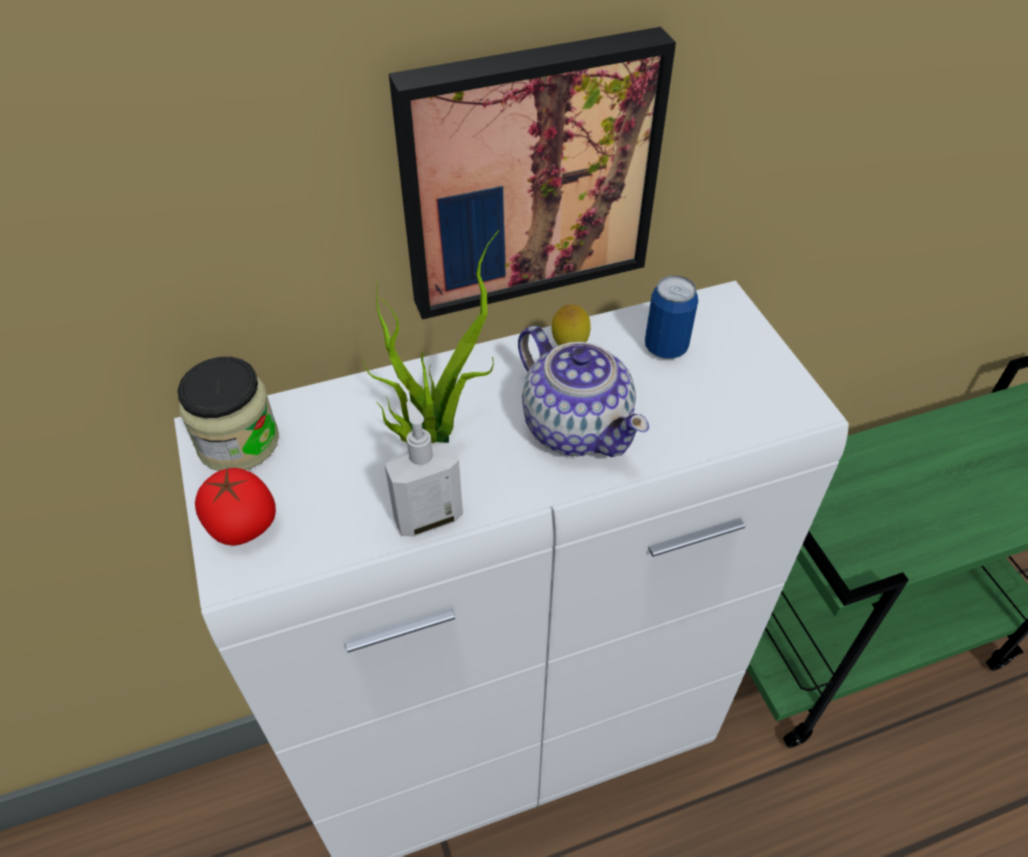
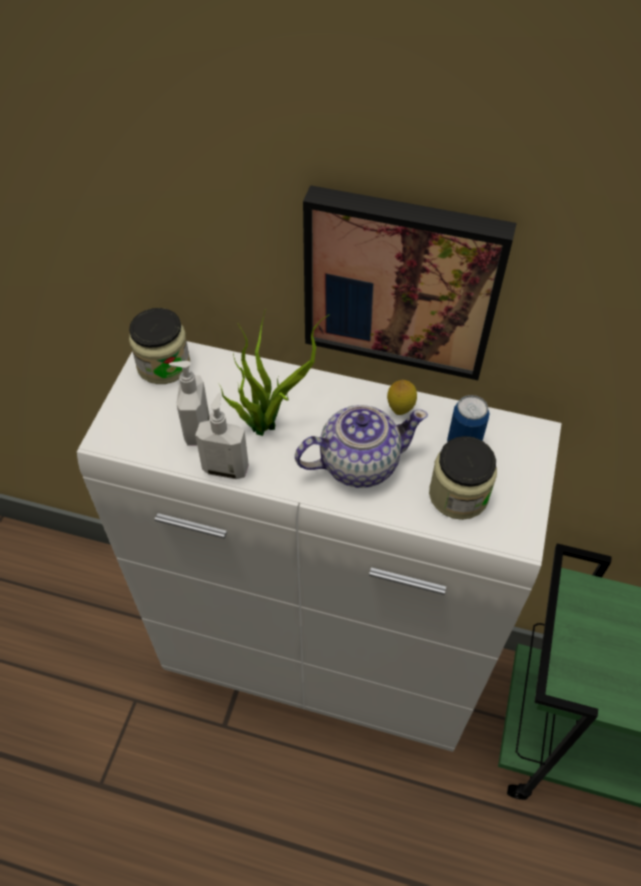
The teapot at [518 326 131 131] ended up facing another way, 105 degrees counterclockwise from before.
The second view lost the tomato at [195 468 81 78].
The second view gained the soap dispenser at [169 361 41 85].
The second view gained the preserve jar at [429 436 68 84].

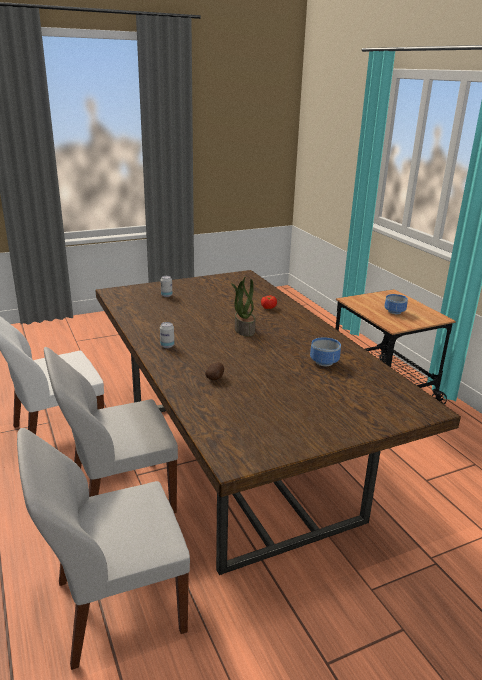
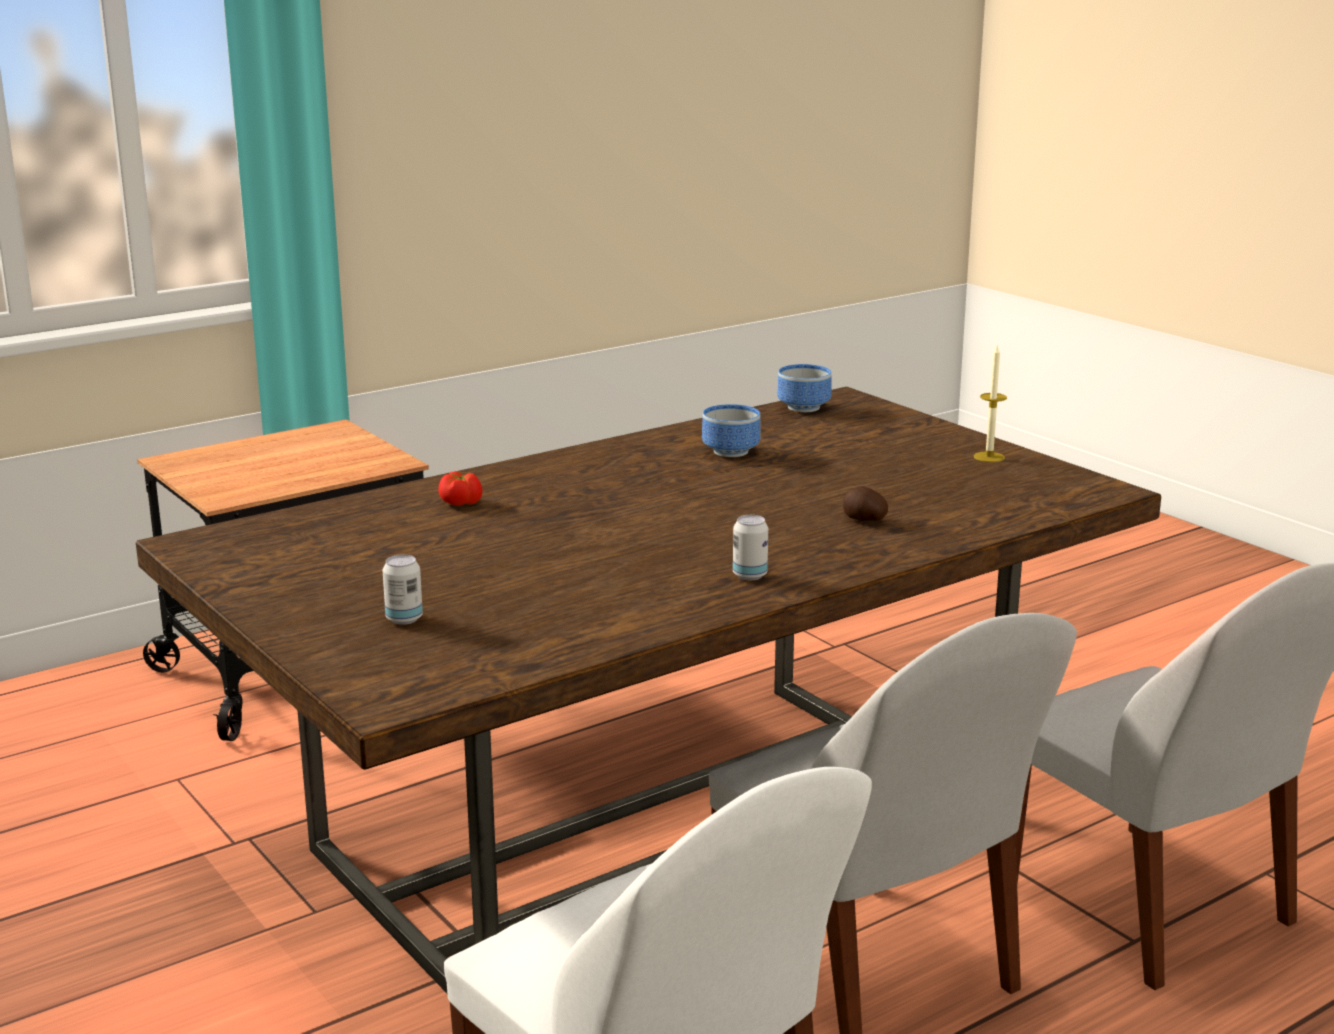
The second view lost the houseplant at [231 277 24 60].
The serving bowl ended up elsewhere, having gone from [384 294 24 20] to [777 364 55 48].
The second view gained the wax light at [974 344 33 118].

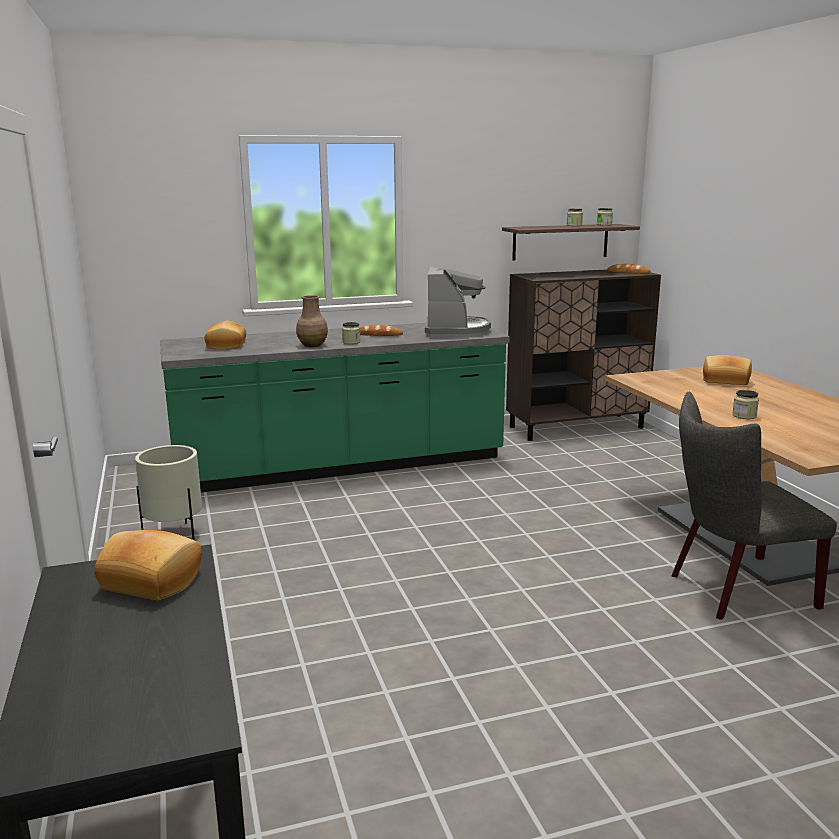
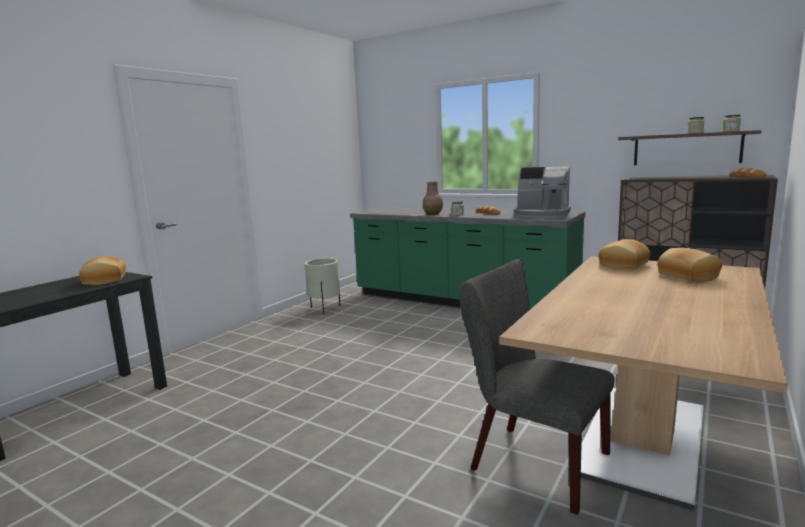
The coffee brewer at [425 267 66 70] ended up facing another way, 60 degrees clockwise from before.
The bread ended up elsewhere, having gone from [204 321 42 29] to [599 239 51 30].
The second view lost the preserve jar at [732 390 27 29].

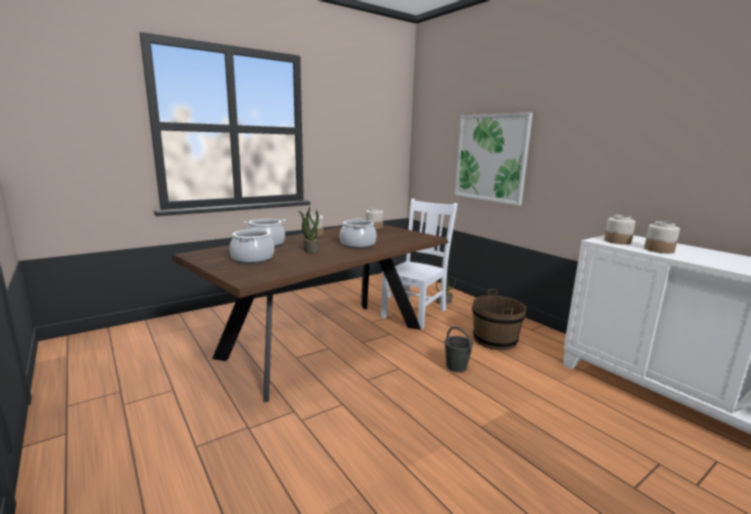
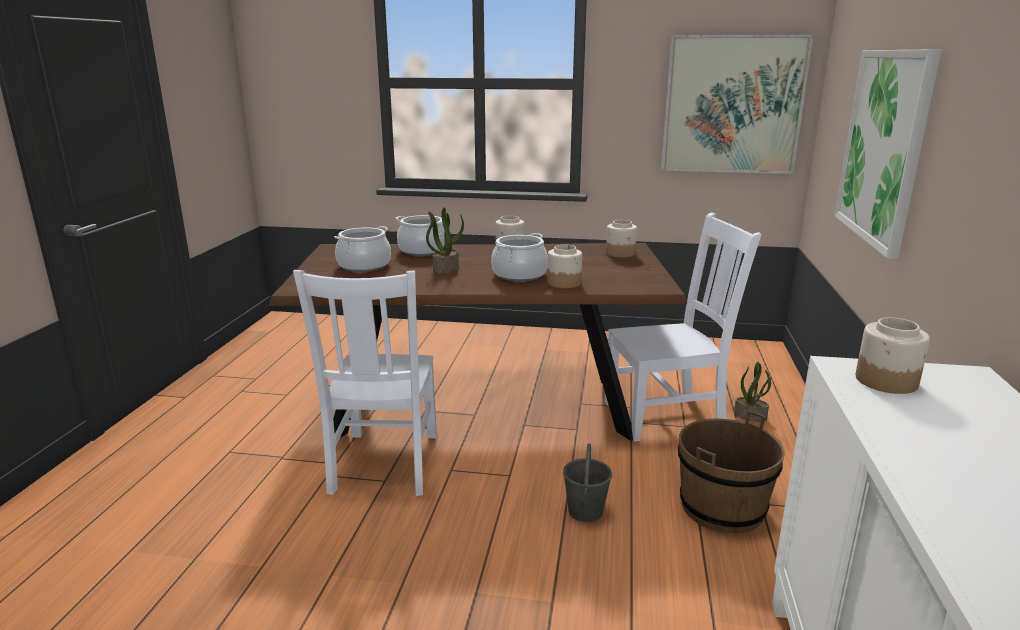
The preserve jar ended up elsewhere, having gone from [644 221 36 32] to [547 245 35 43].
The second view gained the picture at [661 35 153 139].
The second view gained the white-coloured chair at [293 270 144 226].

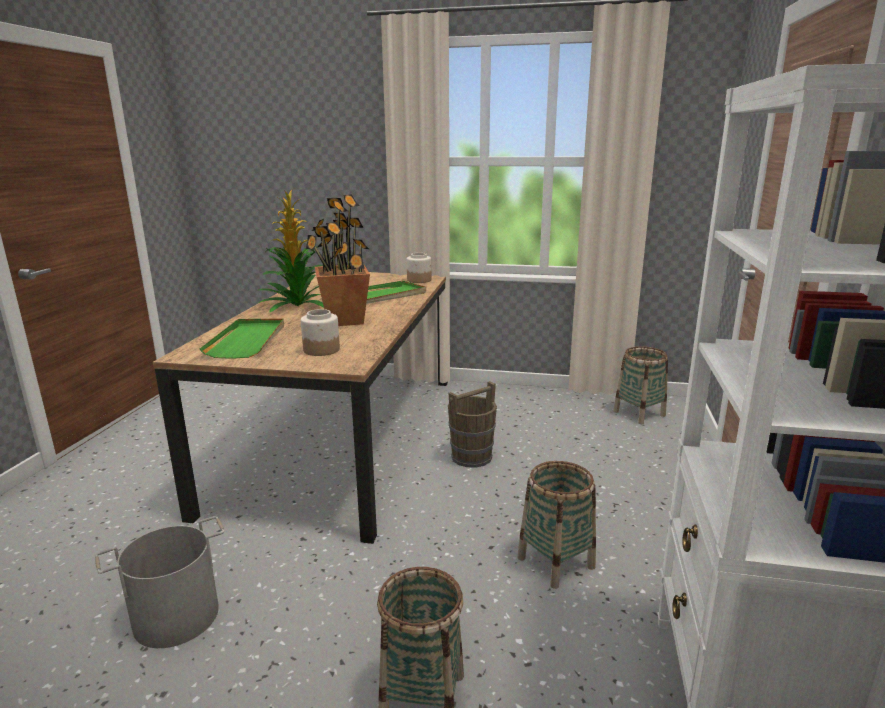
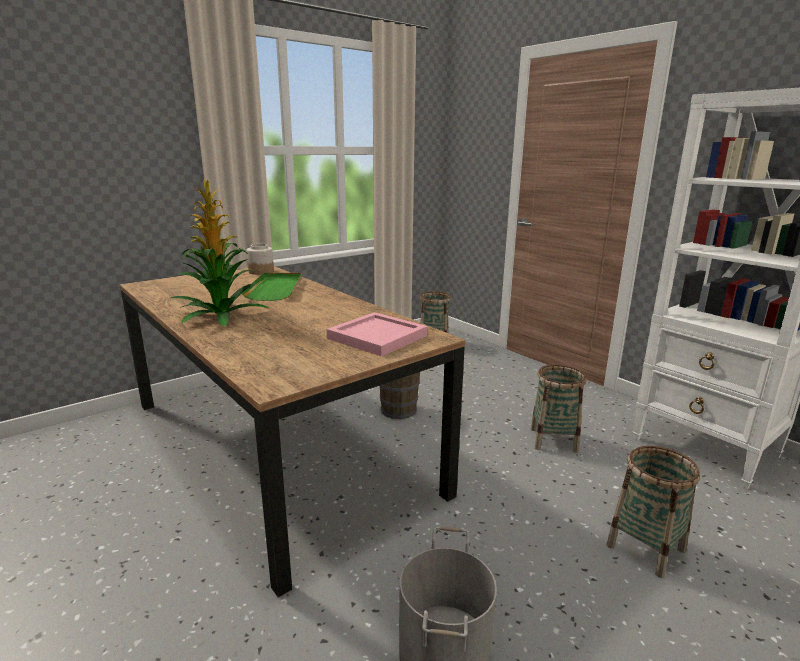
The second view lost the houseplant at [306 194 64 132].
Where the preserve jar stood at [301 309 39 47], the pinkish tray came to stand at [327 312 101 45].
The second view lost the greenish tray at [199 319 85 40].

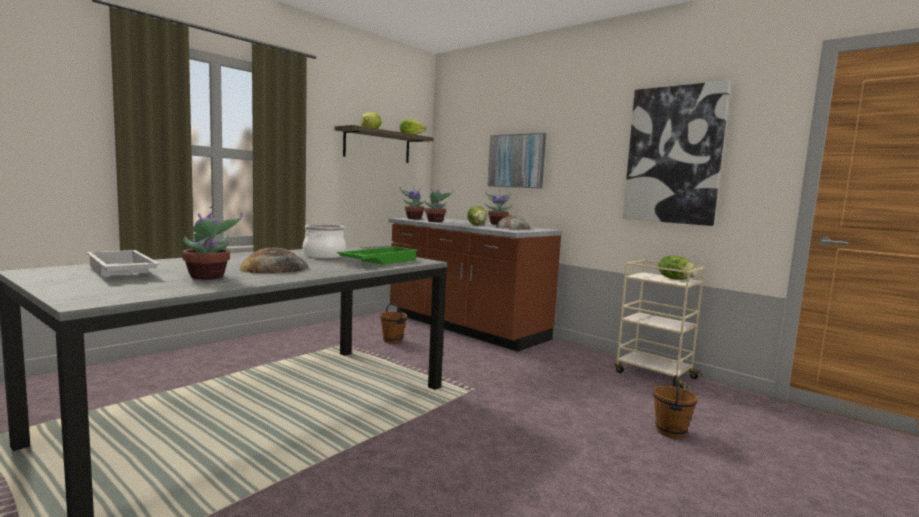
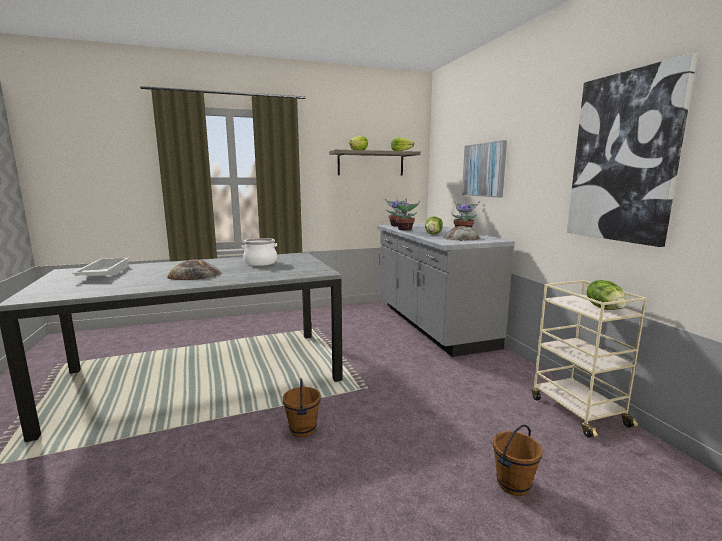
The second view lost the houseplant at [182 206 61 74].
What was the brown counter at [389 218 173 134] turned into the gray counter at [377 223 138 134].
The second view lost the greenish tray at [337 246 81 19].
The brown bucket ended up elsewhere, having gone from [380 303 27 41] to [283 378 38 59].

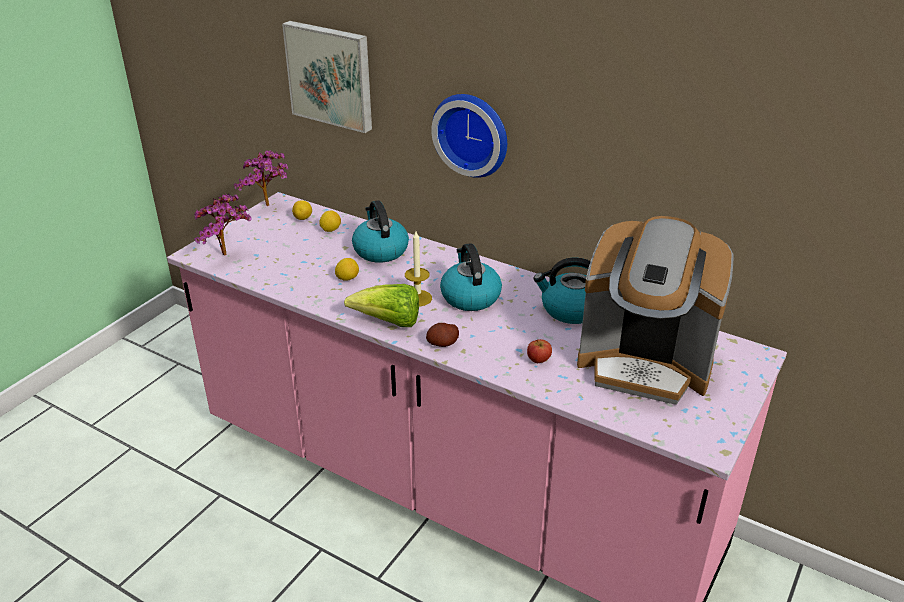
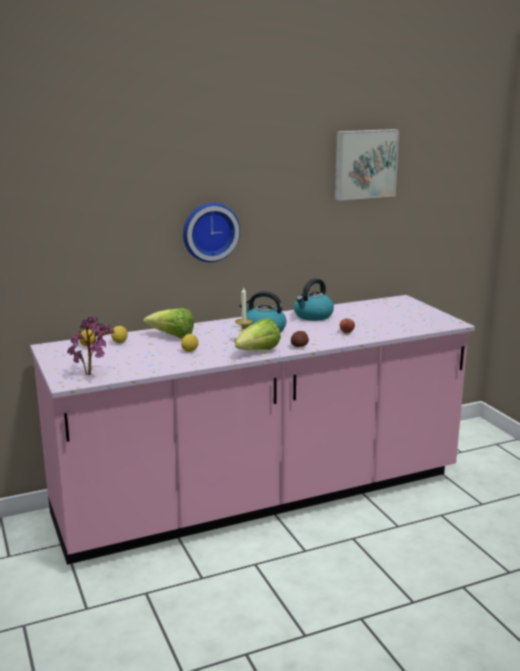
The picture ended up elsewhere, having gone from [282 21 90 112] to [335 129 64 71].
The second view lost the houseplant at [234 150 55 56].
Where the tea kettle stood at [352 200 57 63], the lettuce came to stand at [144 308 50 30].
The second view lost the coffee brewer at [577 216 157 189].

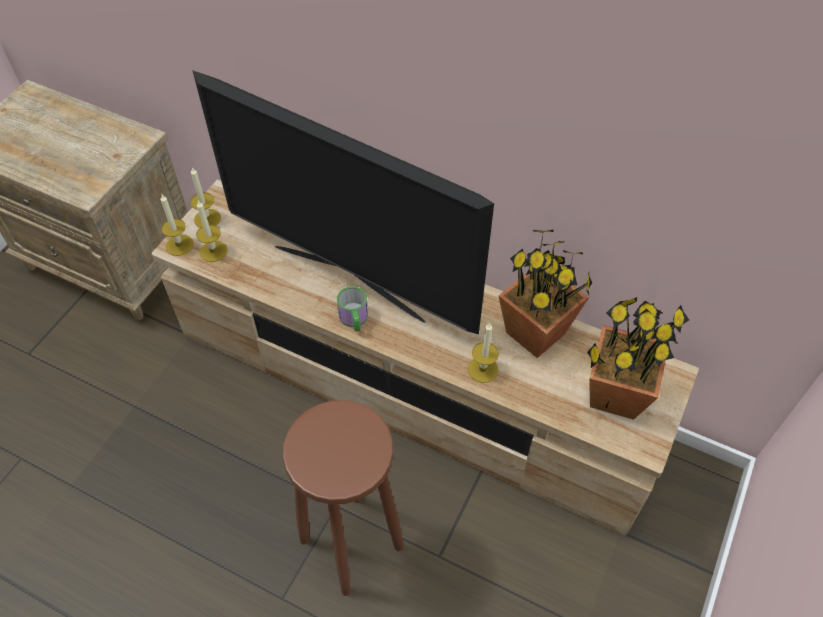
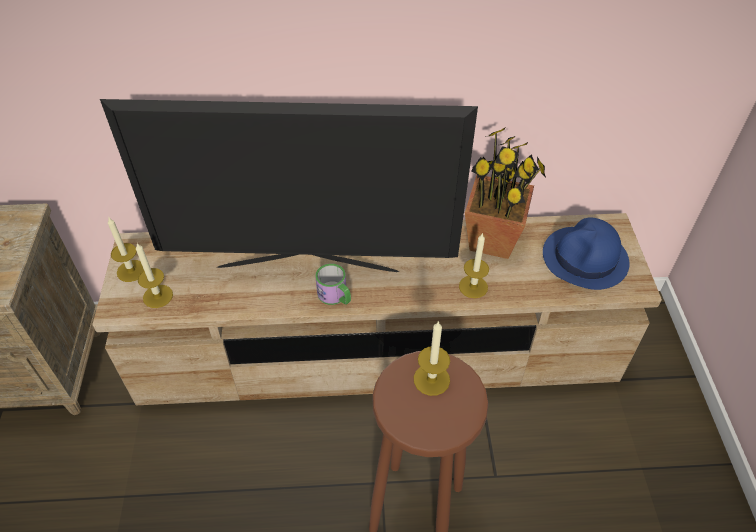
The wax light ended up elsewhere, having gone from [160 194 34 62] to [414 321 36 75].
Where the houseplant stood at [587 297 102 123], the bluish hat came to stand at [543 217 86 73].

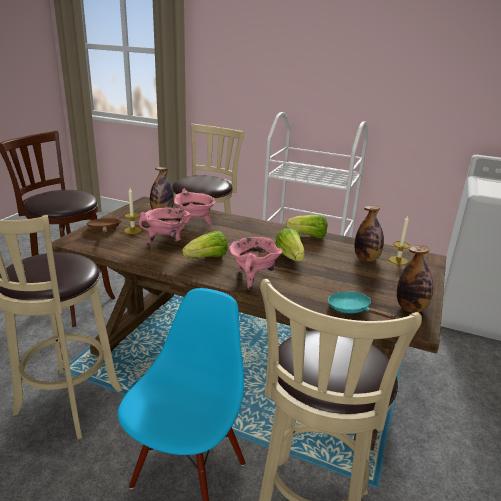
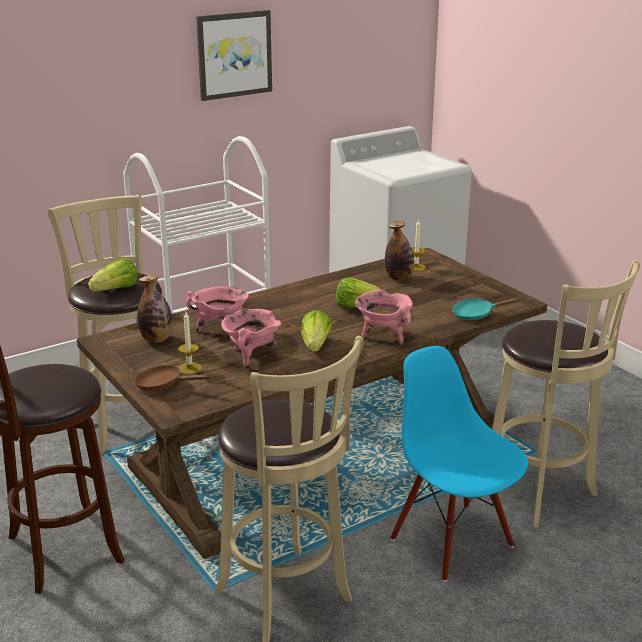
The lettuce ended up elsewhere, having gone from [286 215 41 23] to [88 258 50 33].
The second view lost the bottle at [397 245 36 68].
The second view gained the picture at [196 10 76 91].

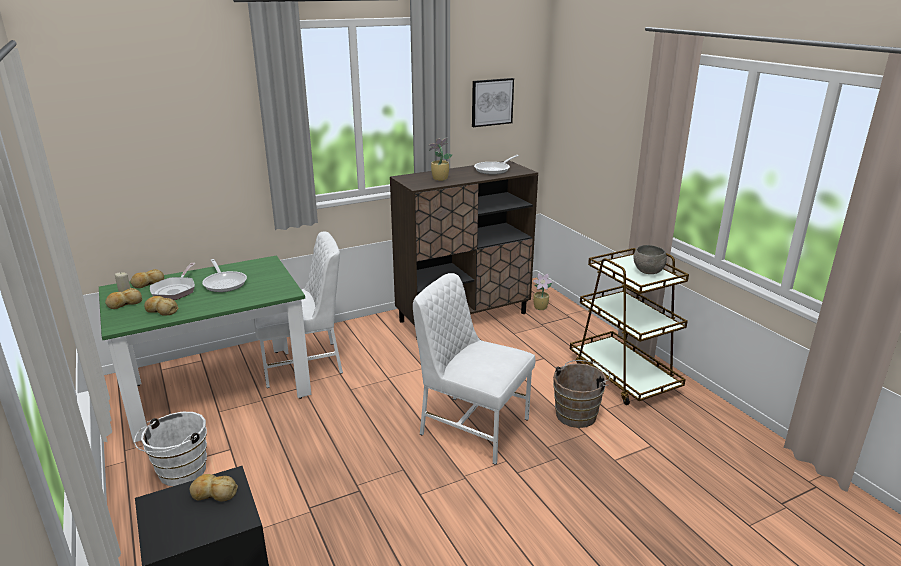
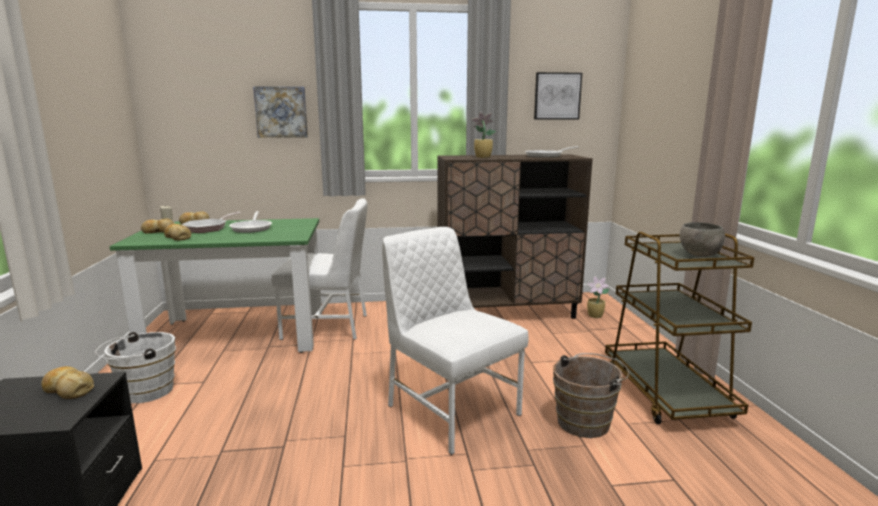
The second view gained the picture at [253 86 55 52].

